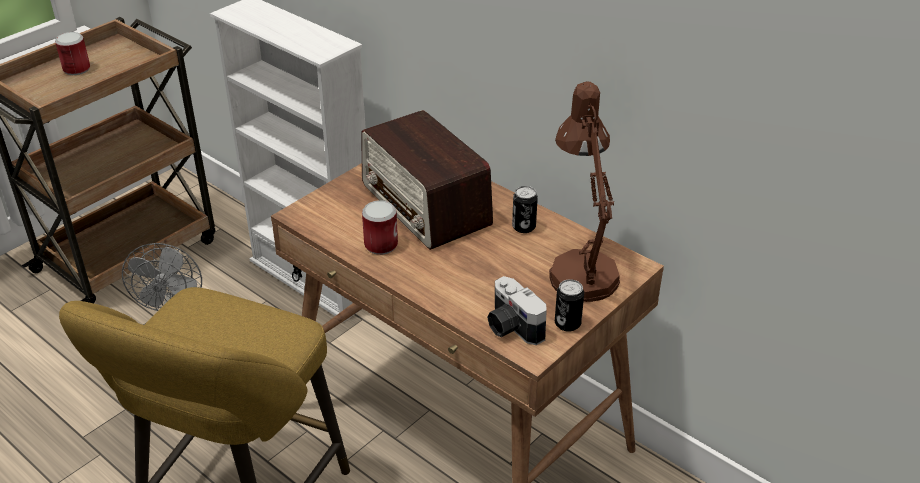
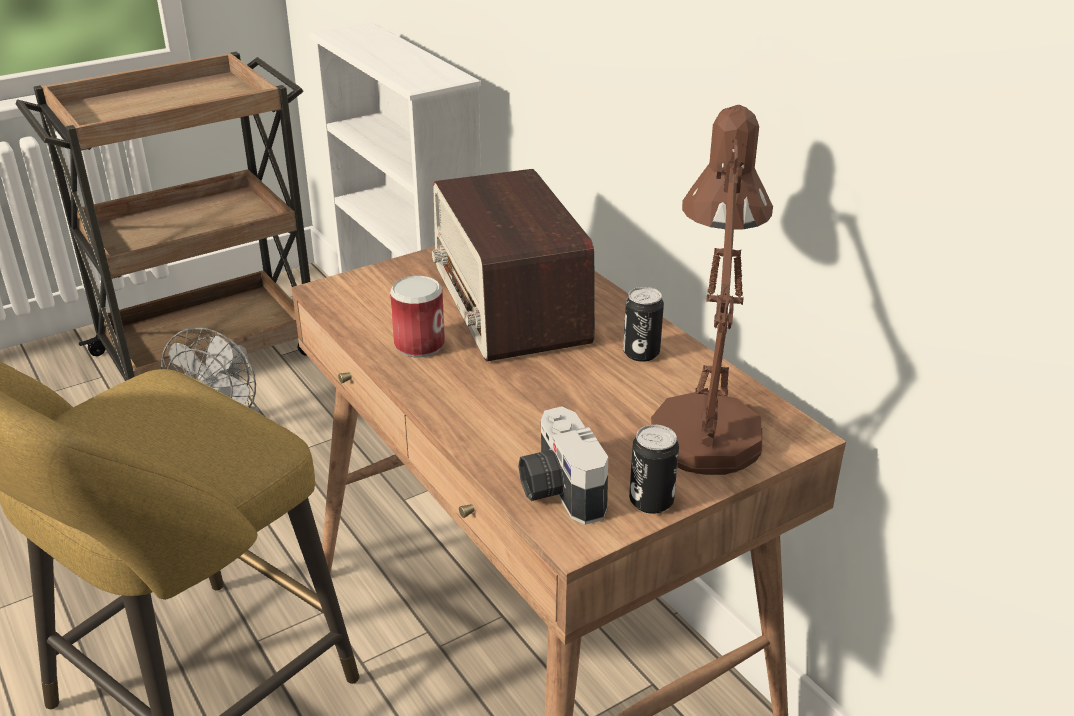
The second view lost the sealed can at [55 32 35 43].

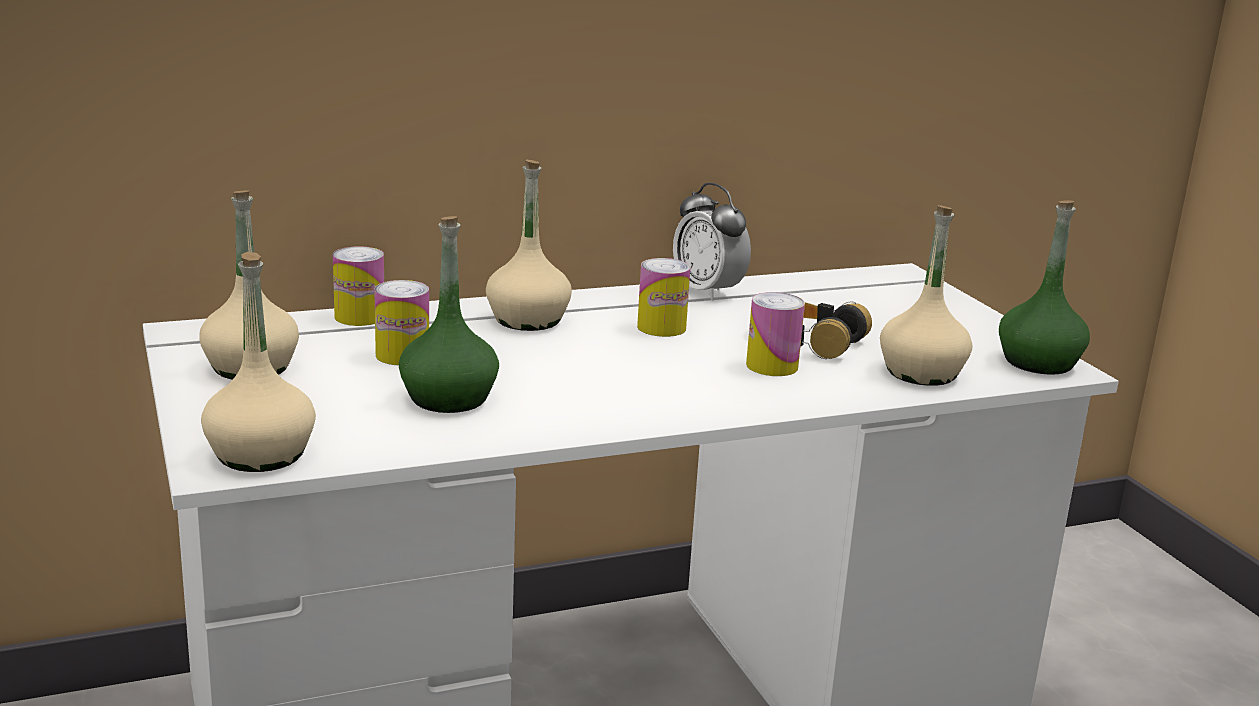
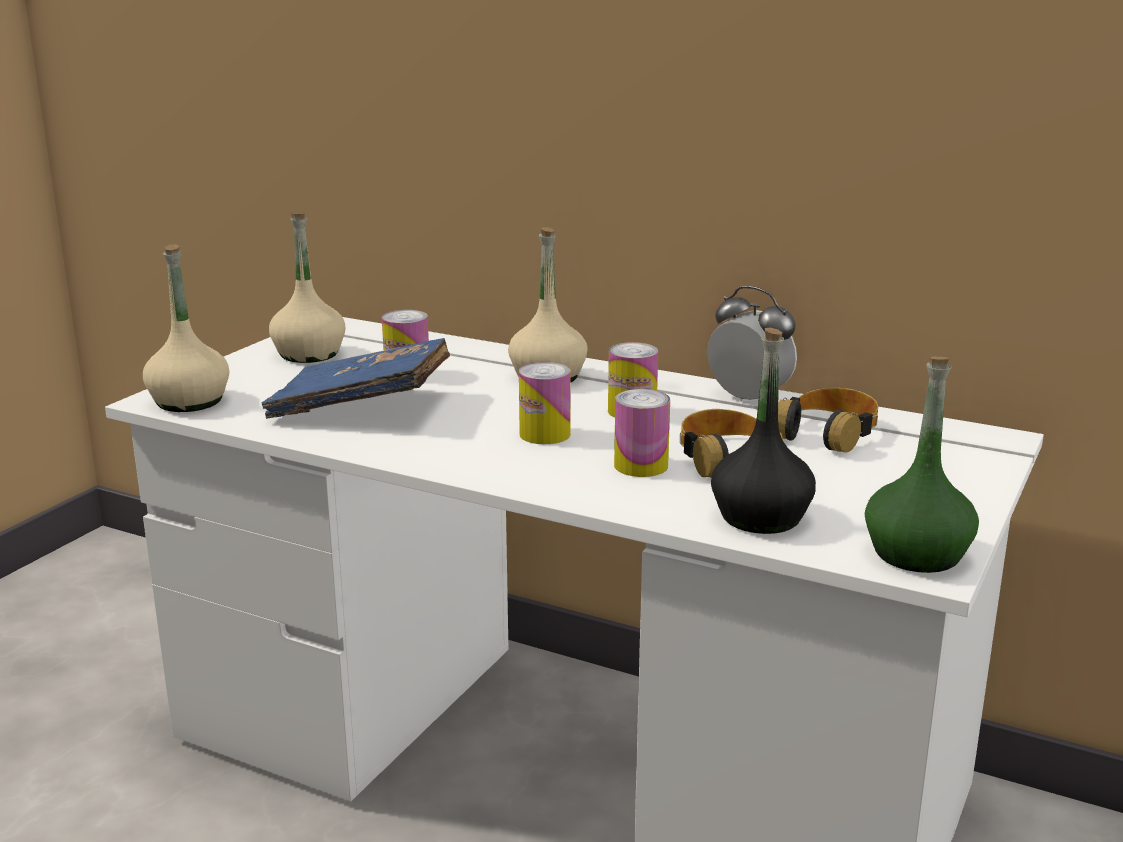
The bedside clock at [673 183 78 118] ended up facing another way, 120 degrees clockwise from before.
What was the beige-coloured bottle at [880 205 92 181] turned into the black bottle at [711 328 105 206].
Where the greenish bottle stood at [399 216 100 197], the bluish book came to stand at [262 338 188 81].
The sealed can ended up elsewhere, having gone from [333 246 51 80] to [519 362 52 82].
The second view gained the headset at [778 388 100 65].

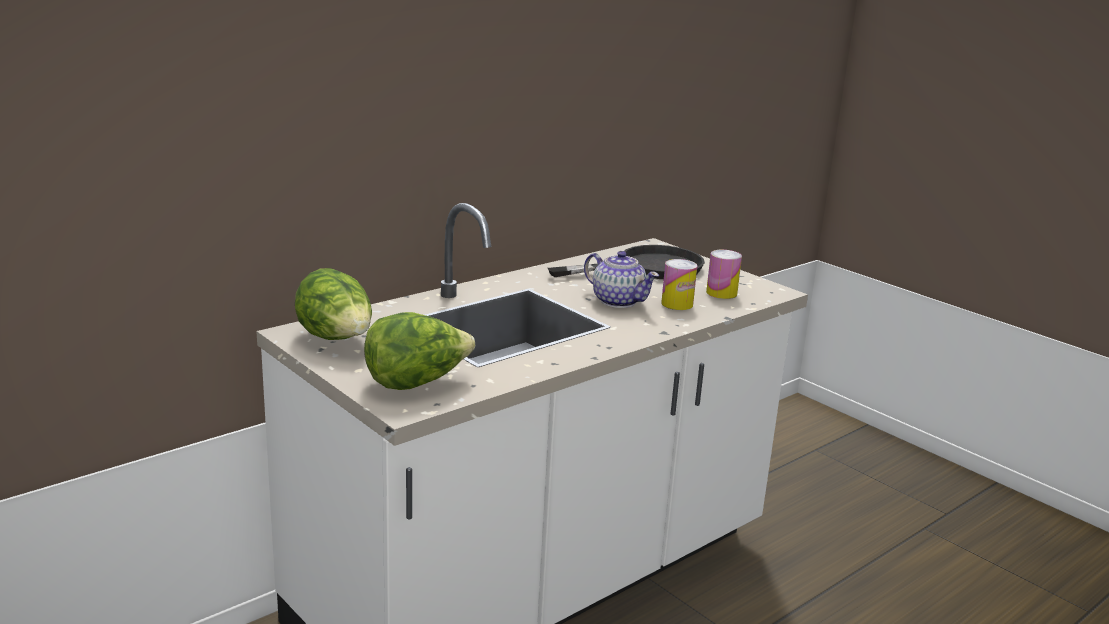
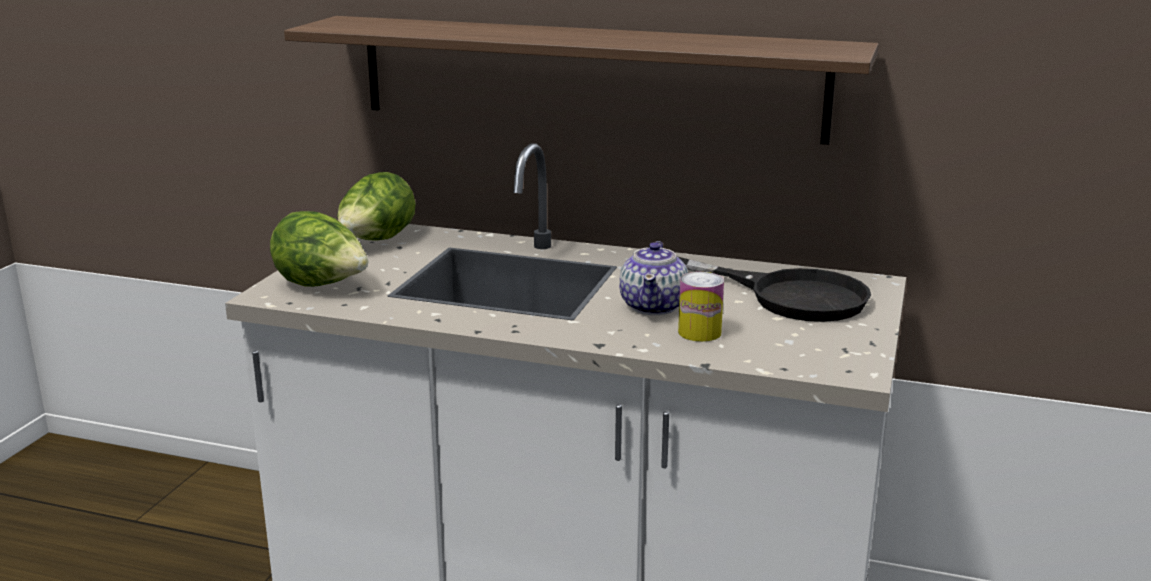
The second view lost the sealed can at [706 250 36 49].
The second view gained the shelf at [284 16 595 129].

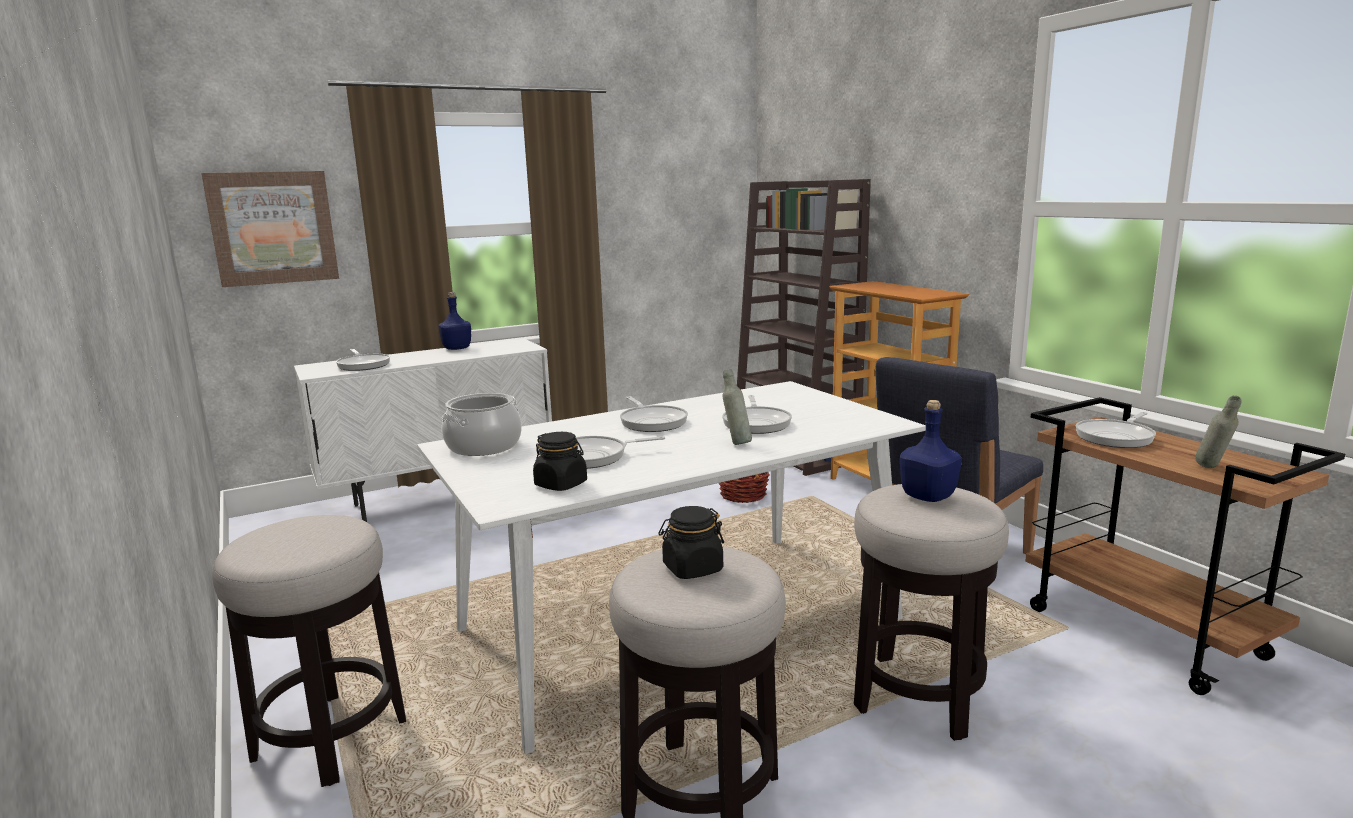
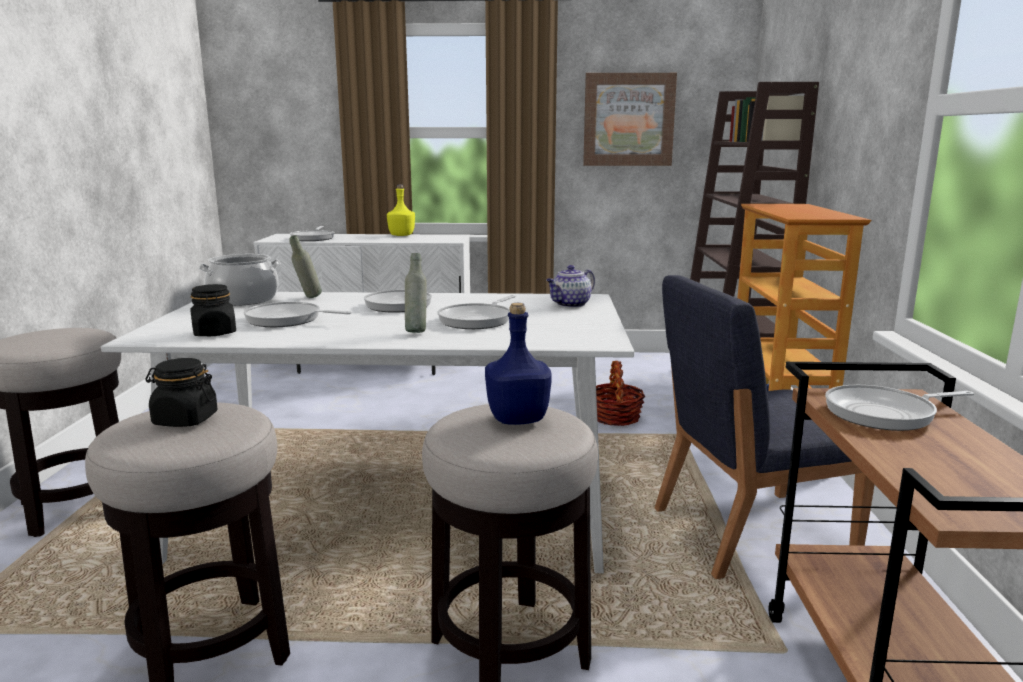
The picture ended up elsewhere, having gone from [201 171 138 116] to [583 73 94 93].
What was the bluish bottle at [438 292 33 58] turned into the yellow bottle at [387 185 28 51].
The gray bottle ended up elsewhere, having gone from [1195 396 47 72] to [289 235 33 63].
The second view gained the teapot at [546 265 49 43].

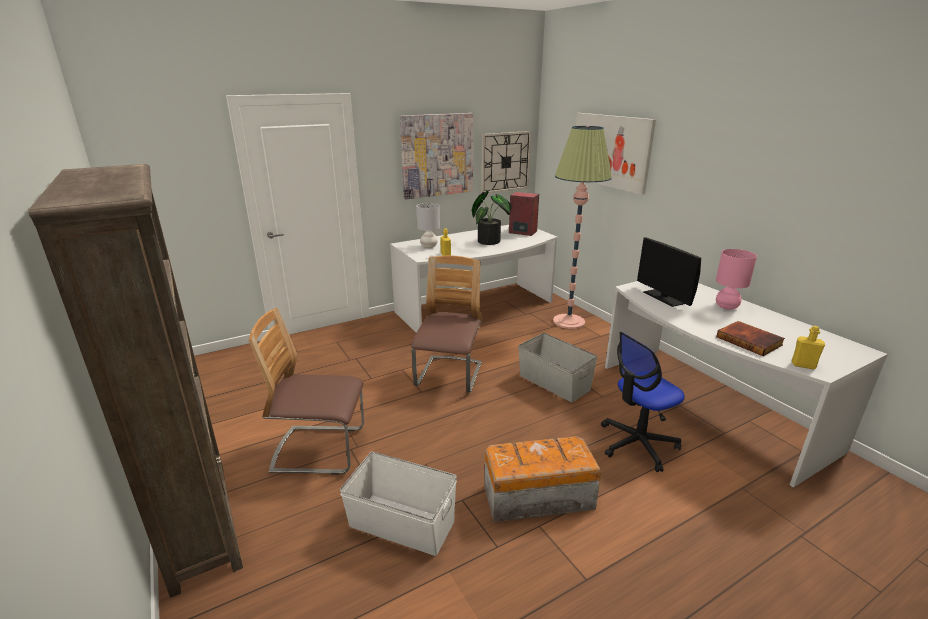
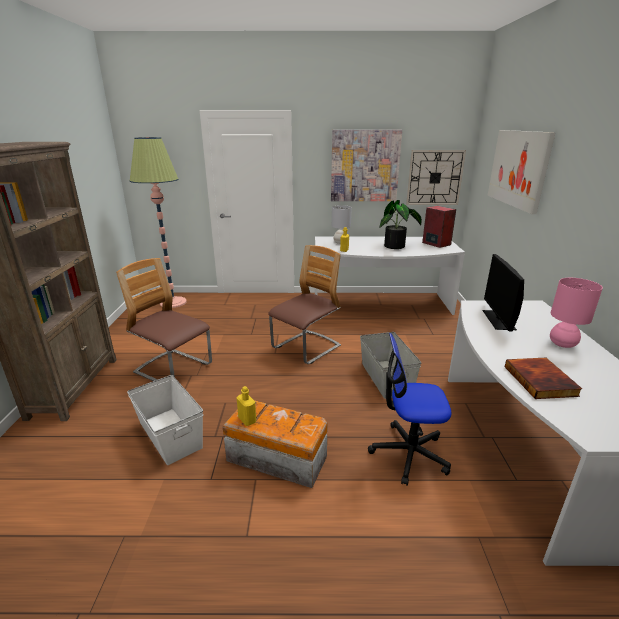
The standing lamp ended up elsewhere, having gone from [553 126 59 203] to [130 137 57 171].
The yellow bottle ended up elsewhere, having gone from [792 326 33 44] to [237 386 19 40].

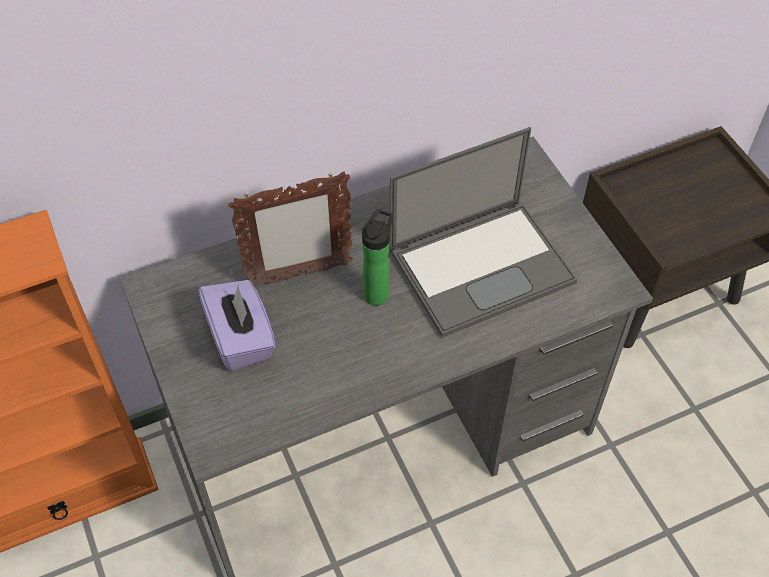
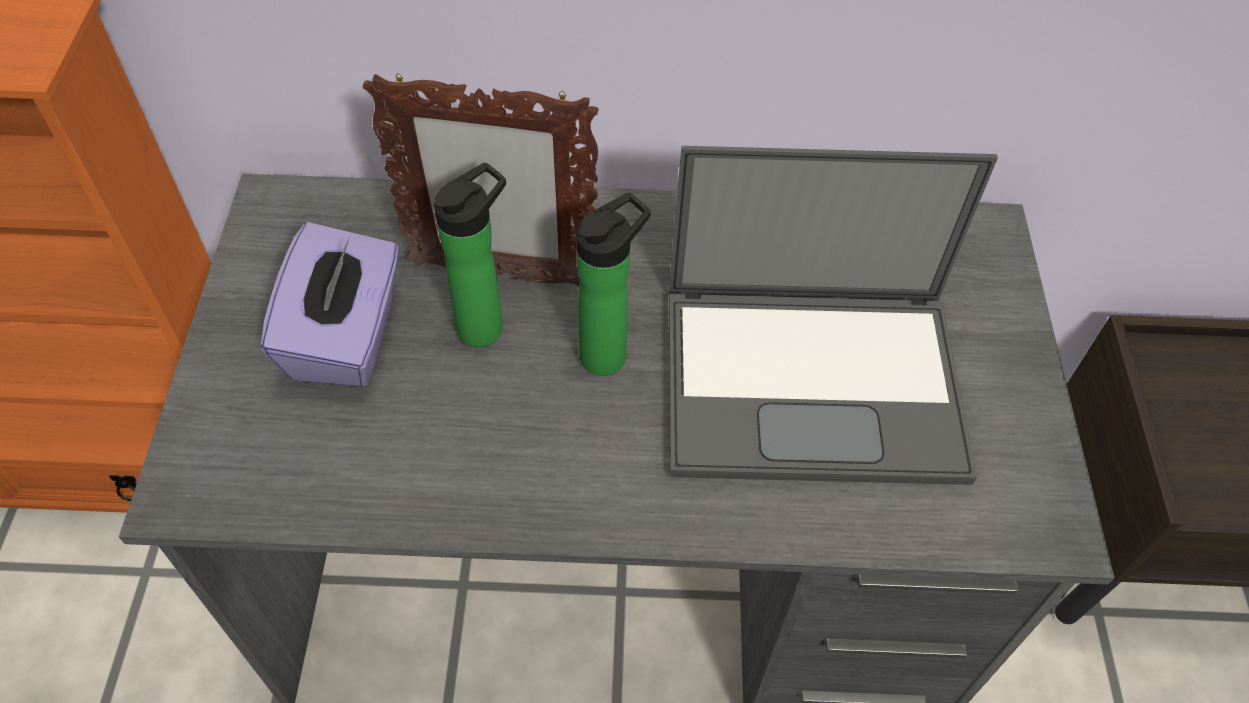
The second view gained the bottle at [434 162 72 185].

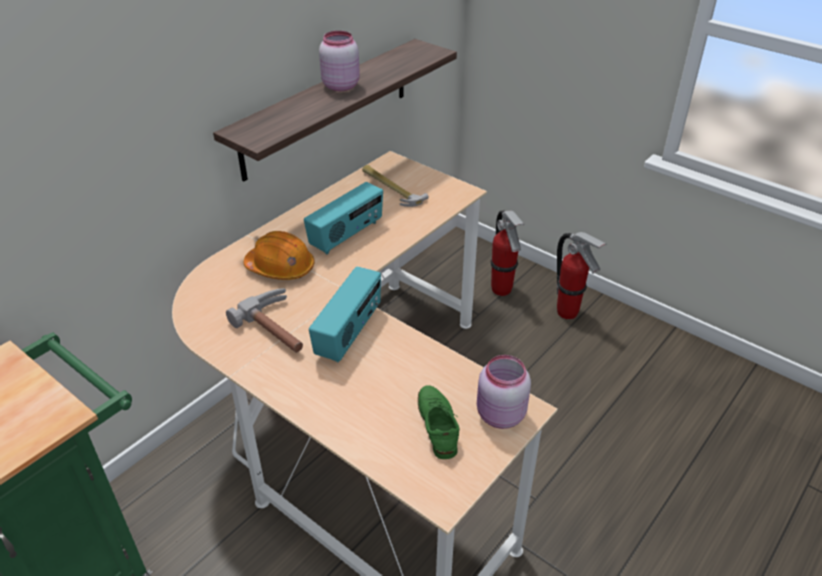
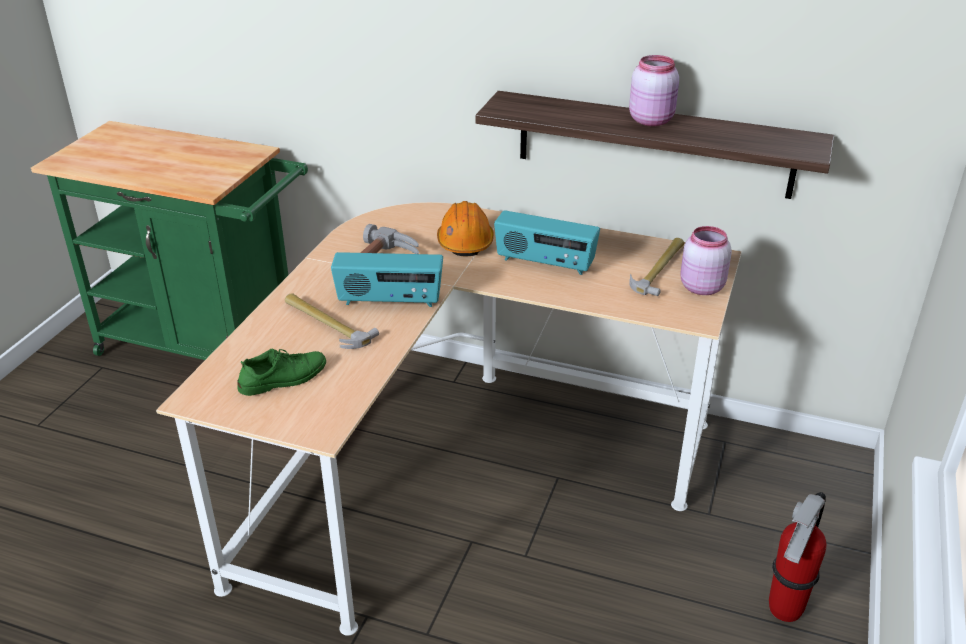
The second view lost the fire-fighting cylinder at [490 210 35 86].
The pinkish preserve jar ended up elsewhere, having gone from [477 355 54 74] to [680 226 52 69].
The second view gained the hand hammer at [285 293 94 56].

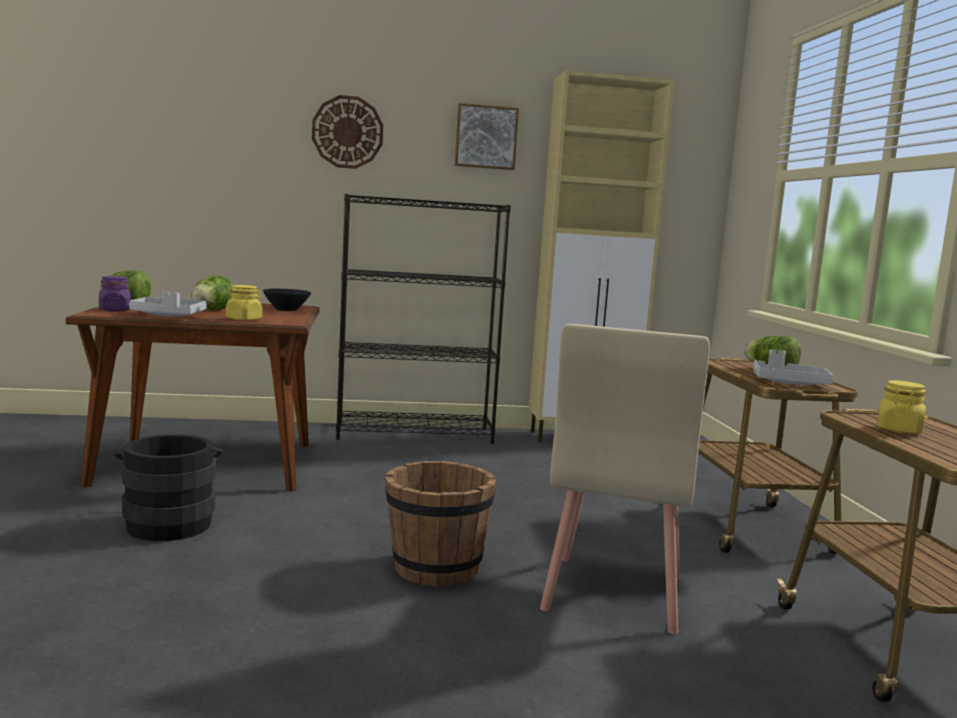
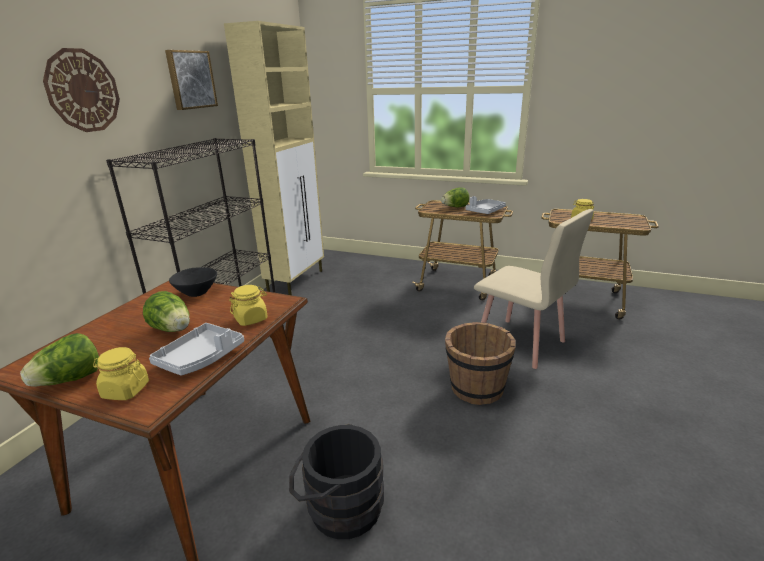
What was the purple-coloured preserve jar at [99 276 32 35] turned into the yellow preserve jar at [93 347 56 53].

